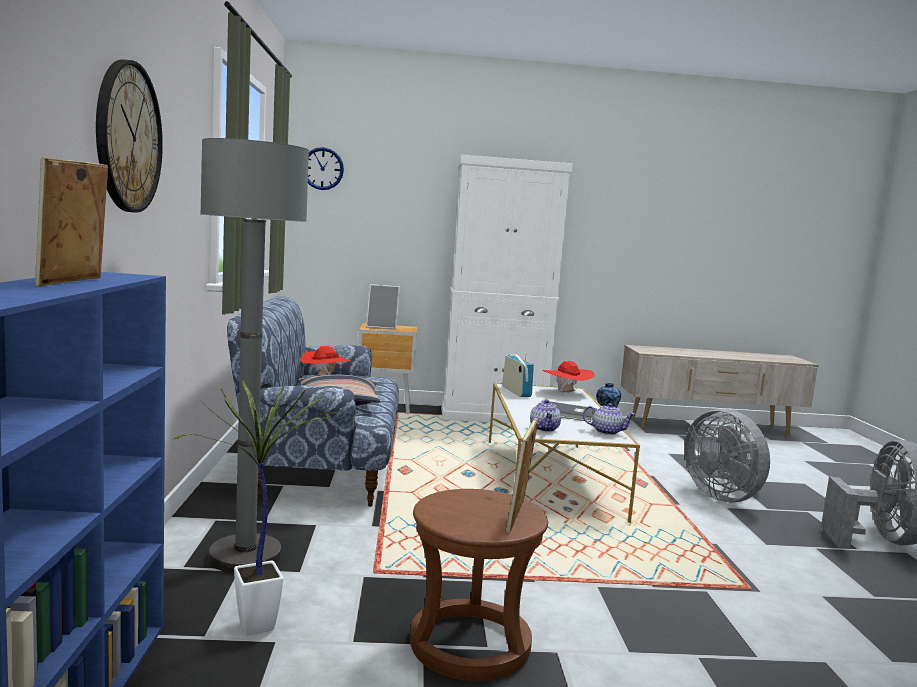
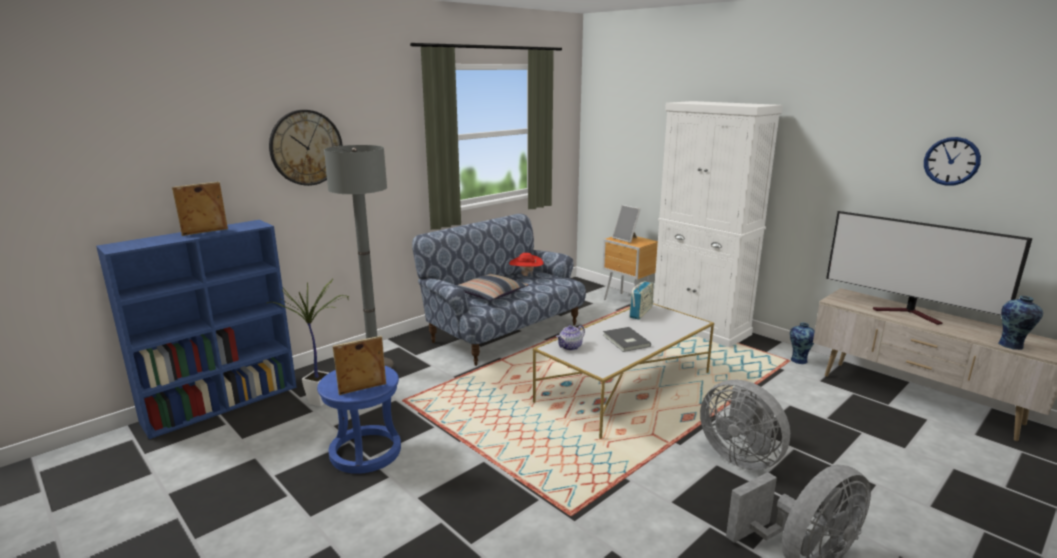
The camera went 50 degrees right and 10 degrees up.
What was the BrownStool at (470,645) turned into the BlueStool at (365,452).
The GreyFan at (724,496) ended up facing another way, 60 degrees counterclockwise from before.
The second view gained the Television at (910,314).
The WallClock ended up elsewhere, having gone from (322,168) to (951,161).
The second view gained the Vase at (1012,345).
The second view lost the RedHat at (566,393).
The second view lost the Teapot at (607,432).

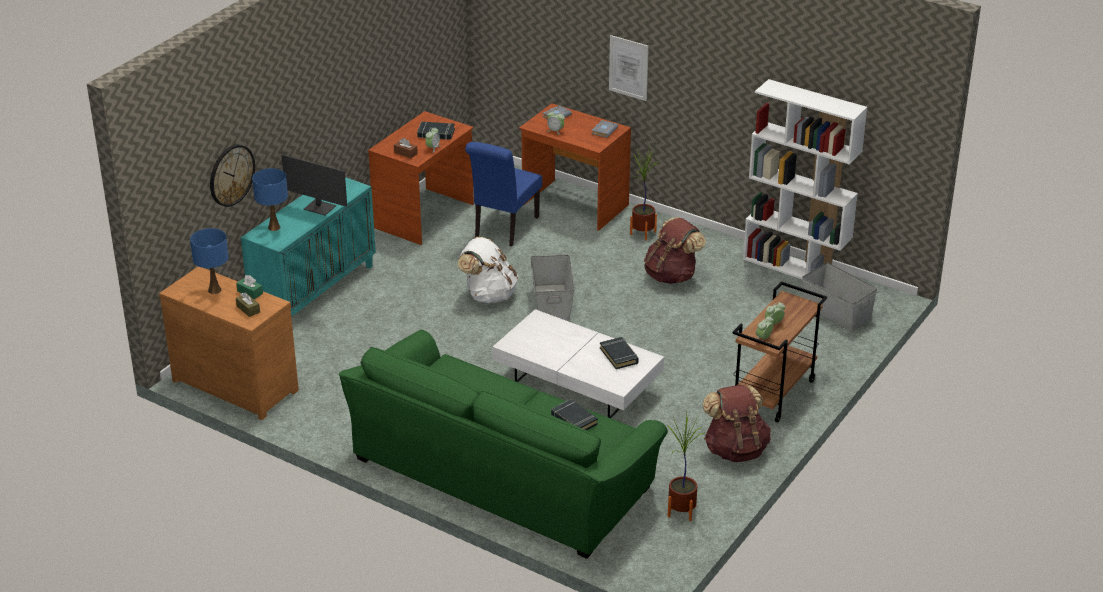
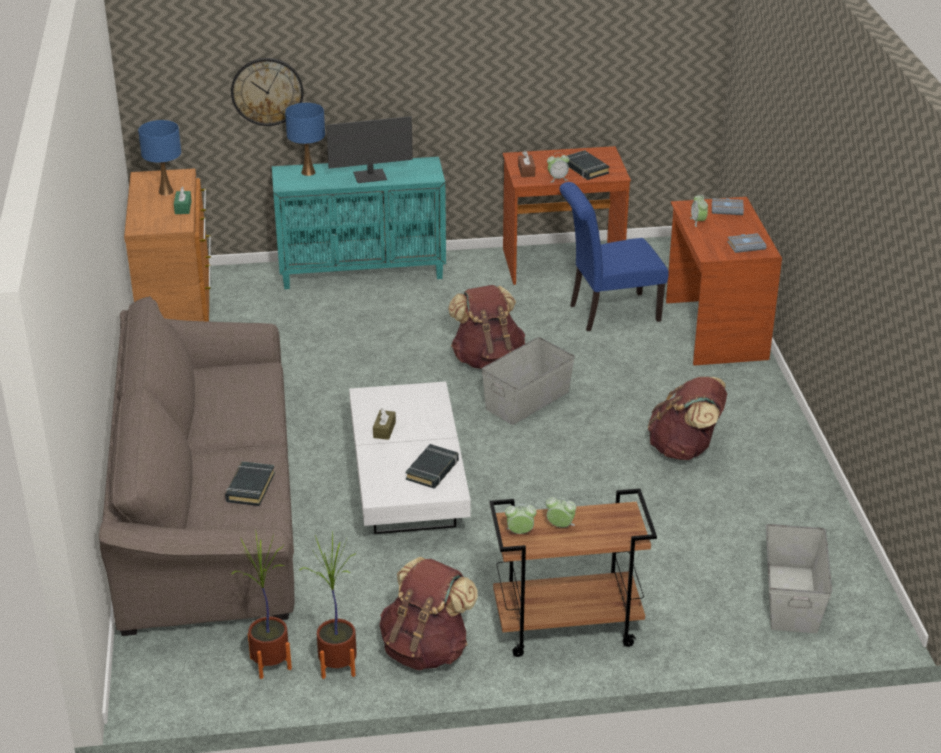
The camera went 50 degrees right and 0 degrees up.
What was the GreenSofa at (503,472) turned into the BrownSofa at (209,511).
The PottedPlant ended up elsewhere, having gone from (642,233) to (337,666).
The Monitor at (319,208) ended up facing another way, 90 degrees counterclockwise from before.
The BrownTissueBox ended up elsewhere, having gone from (248,309) to (384,430).
What was the WhiteBackpack at (488,295) turned into the BrownBackpack at (487,359).
The second view lost the Picture at (628,68).
The second view lost the WhiteBookcase at (796,268).

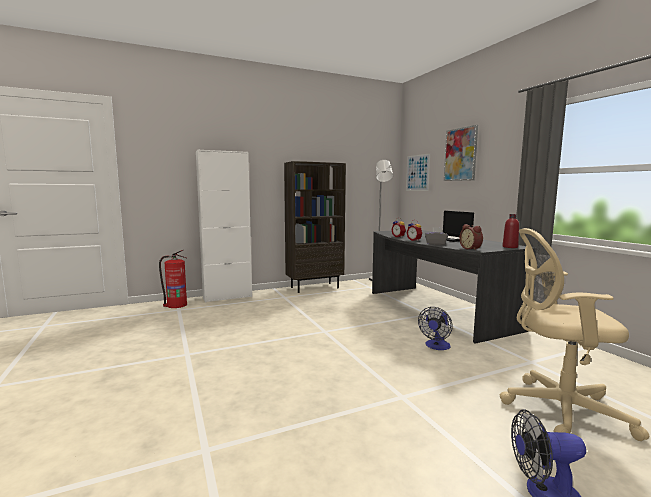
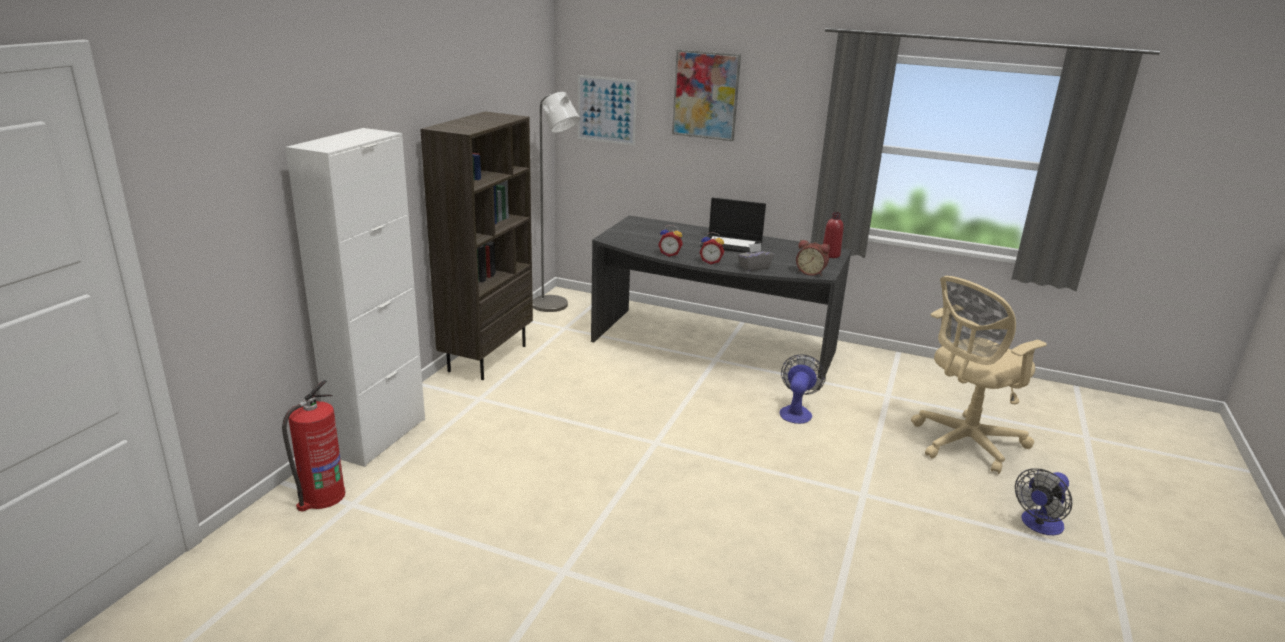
The camera went 45 degrees left and 15 degrees up.
The Fan at (436,346) ended up facing another way, 150 degrees counterclockwise from before.

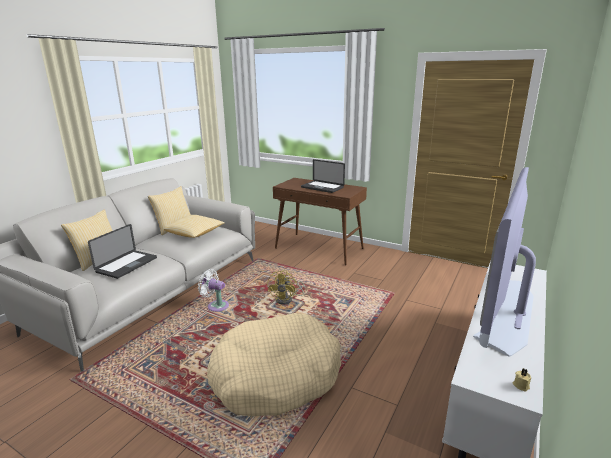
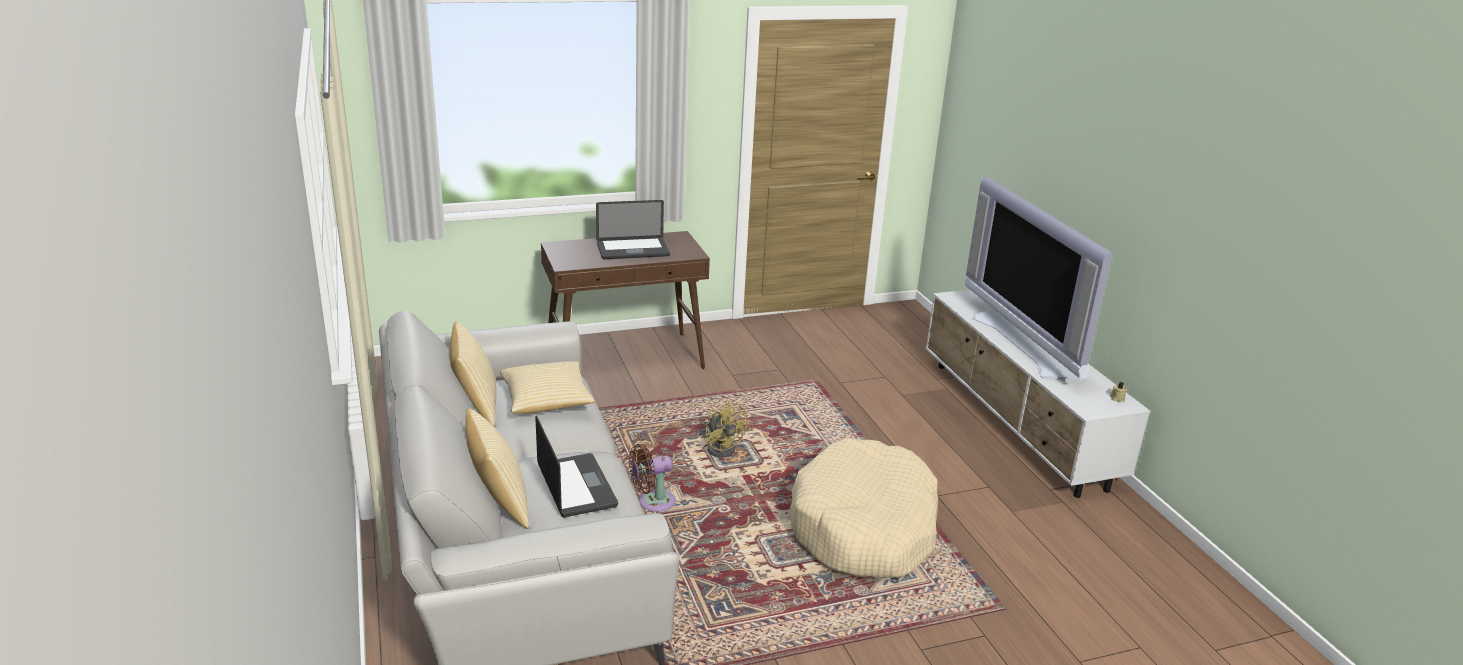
The camera went 50 degrees left and 5 degrees up.
What was the WhiteFan at (216,306) turned into the BrownFan at (652,502).

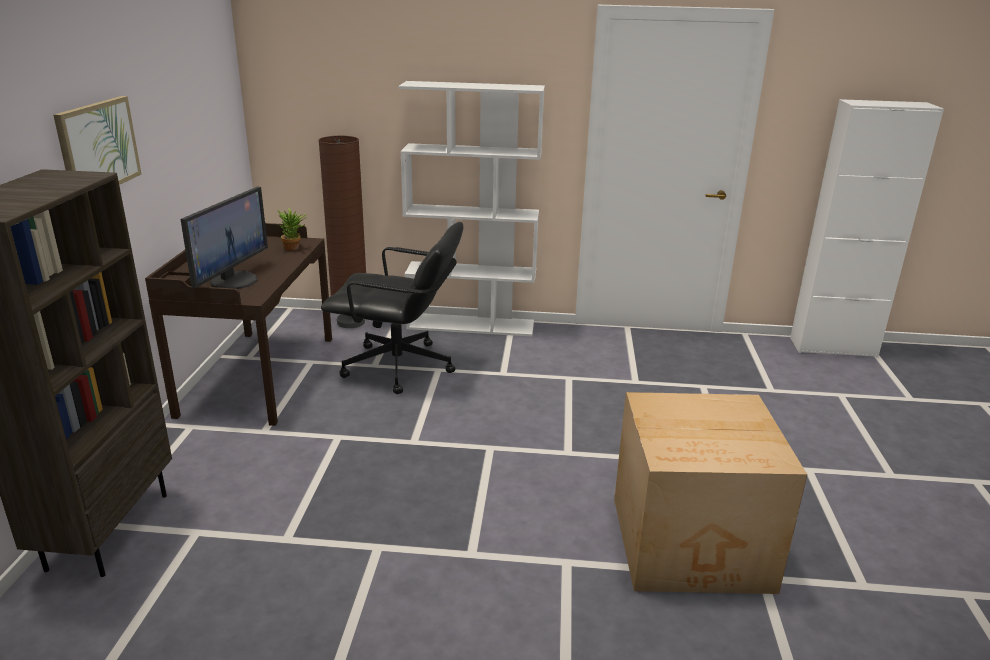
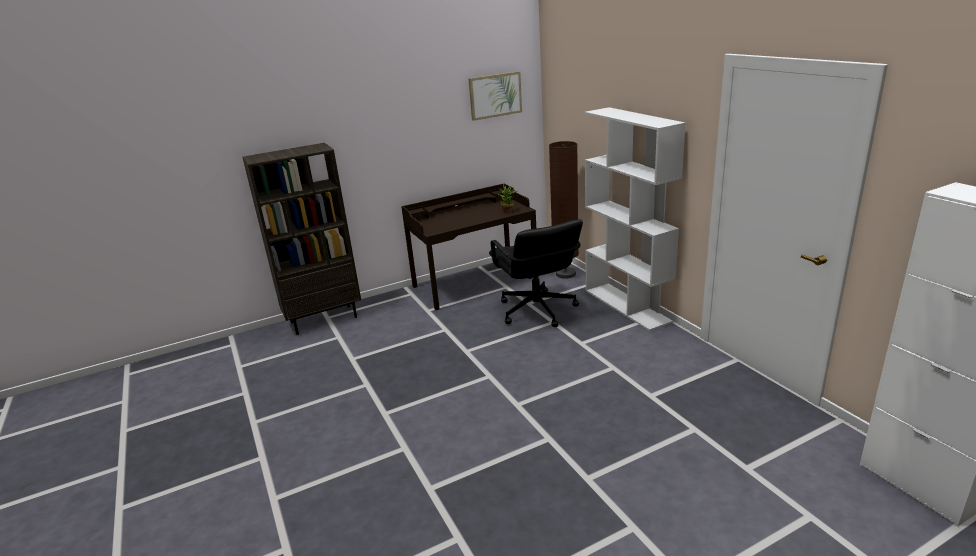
The camera went 60 degrees right and 0 degrees up.
The Picture ended up elsewhere, having gone from (98,147) to (495,95).
The second view lost the Monitor at (233,281).
The second view lost the CardboardBox at (692,544).

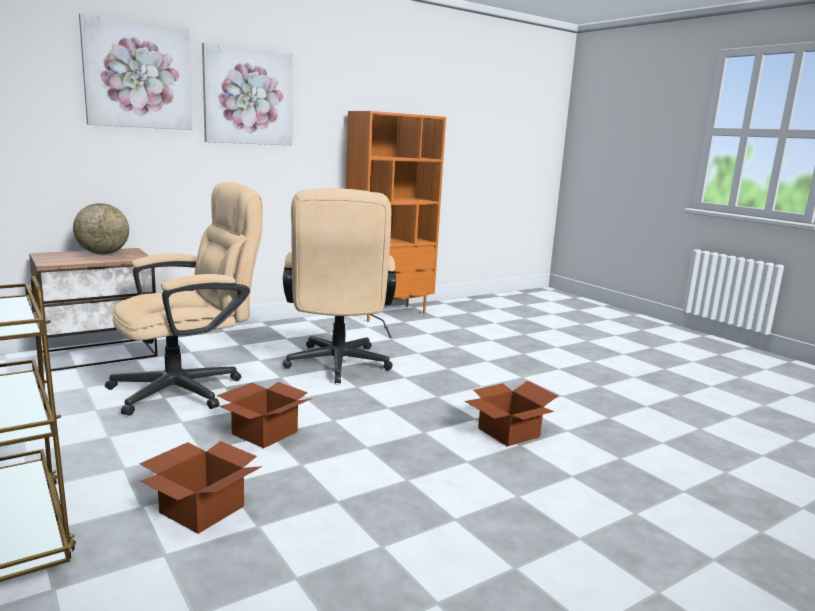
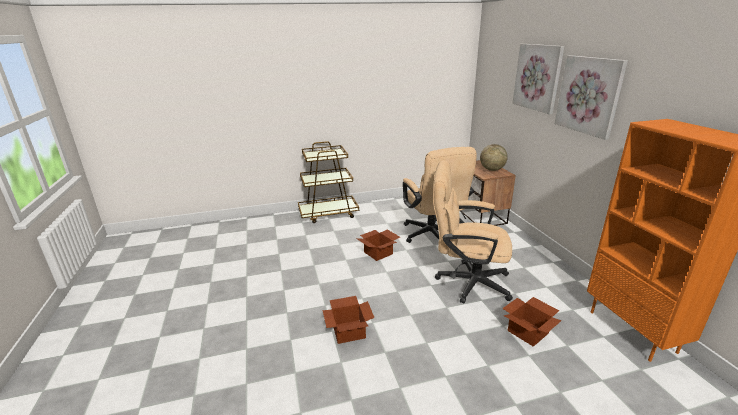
The camera went 110 degrees right and 10 degrees up.
The CardboardBox ended up elsewhere, having gone from (201,508) to (529,332).

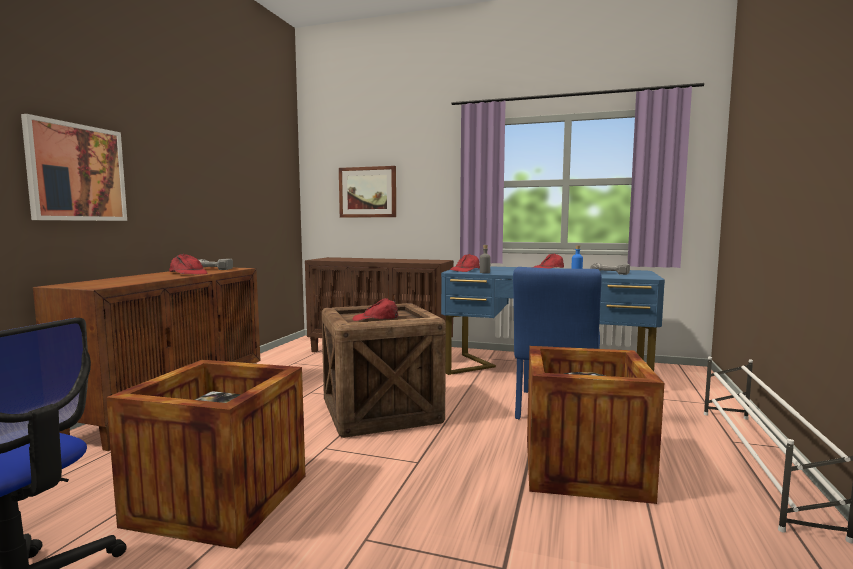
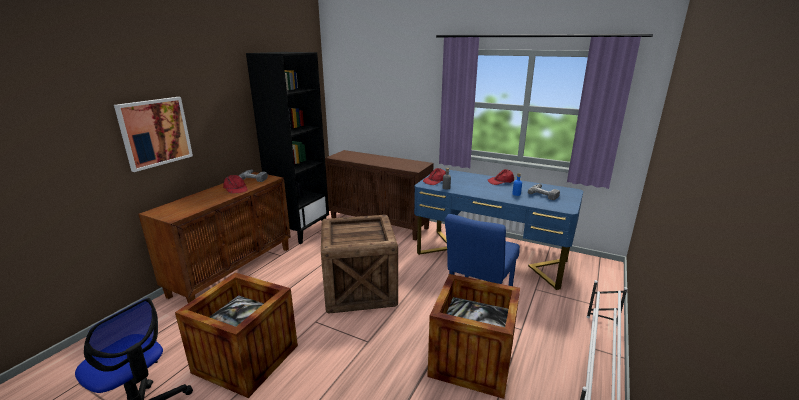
The camera went 10 degrees right and 15 degrees up.
The second view gained the BlackBookcase at (301,231).
The second view lost the Picture at (367,192).
The second view lost the RedCap at (375,318).

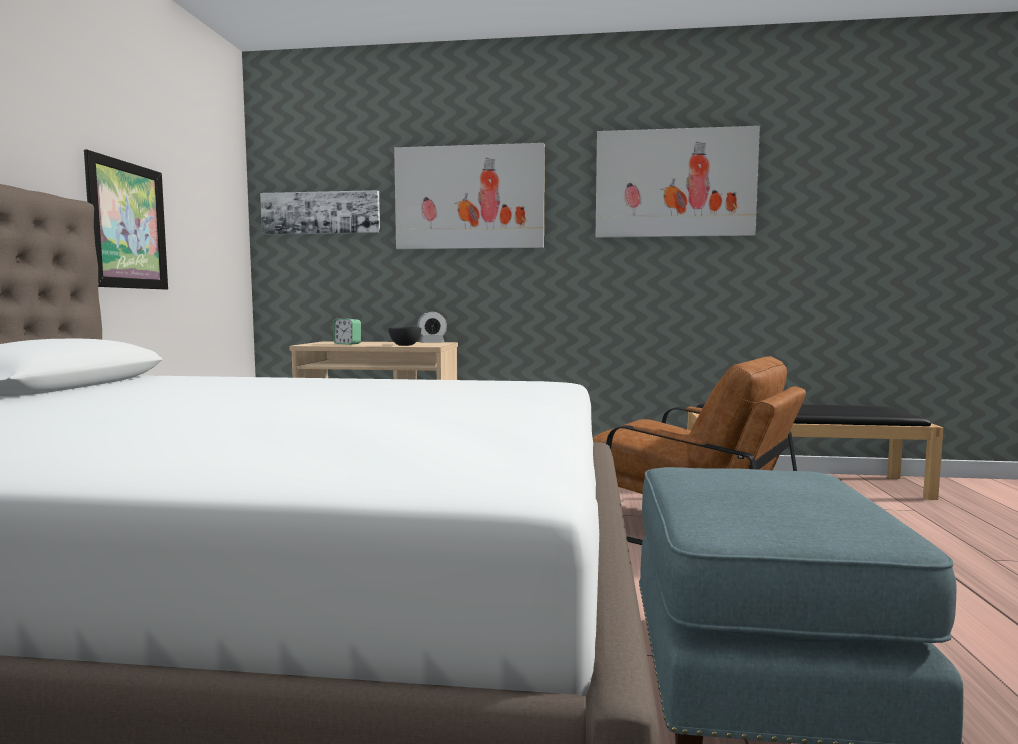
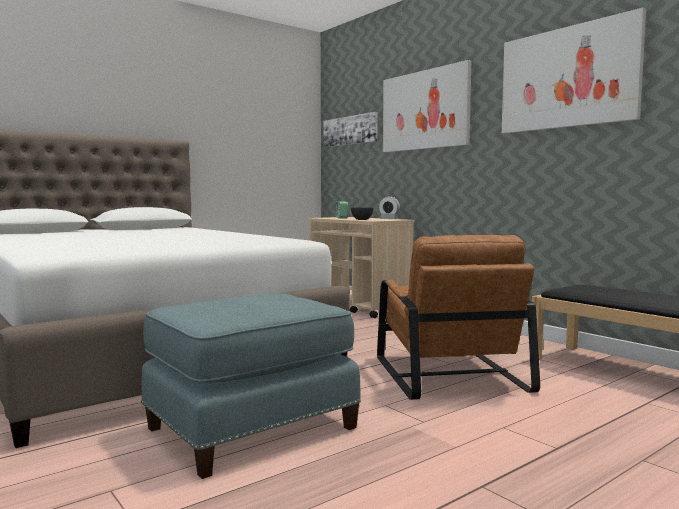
The camera went 45 degrees right and 0 degrees up.
The second view lost the Picture at (127,225).

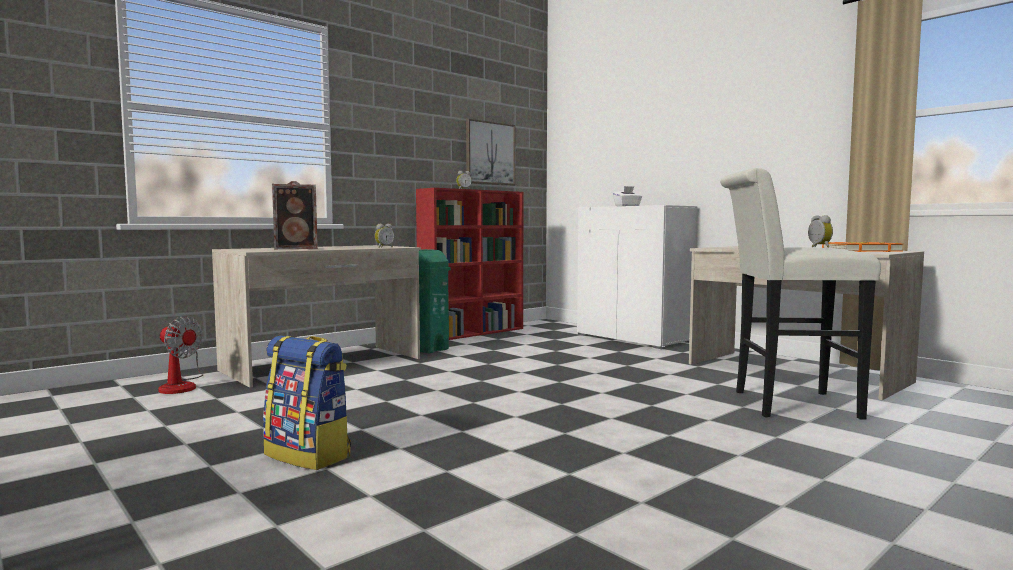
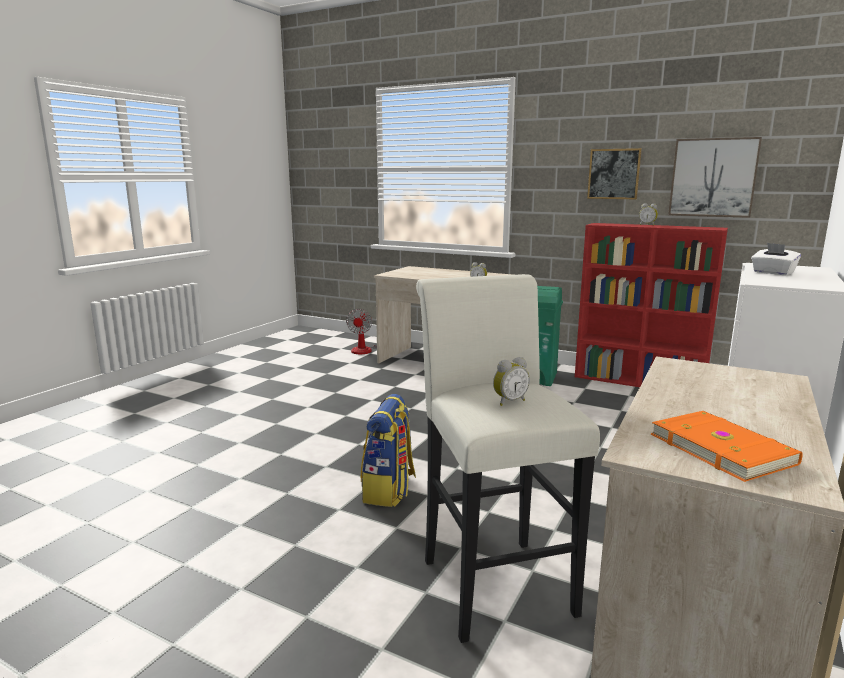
The camera went 70 degrees right and 10 degrees up.
The Backpack ended up elsewhere, having gone from (309,455) to (389,490).
The second view gained the Picture at (614,174).
The second view lost the Speaker at (297,248).

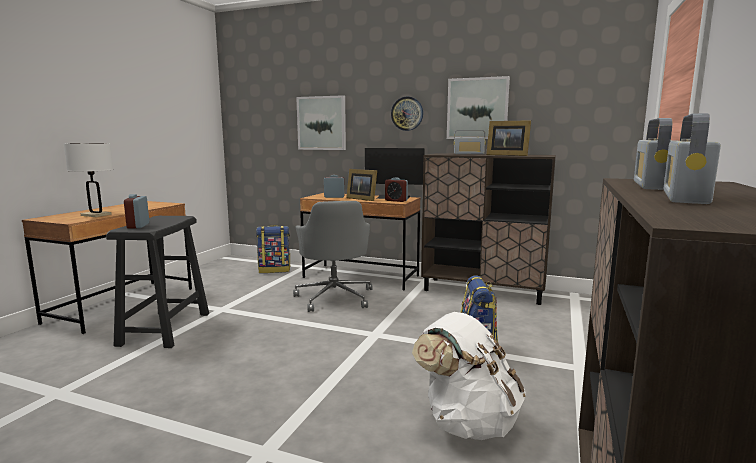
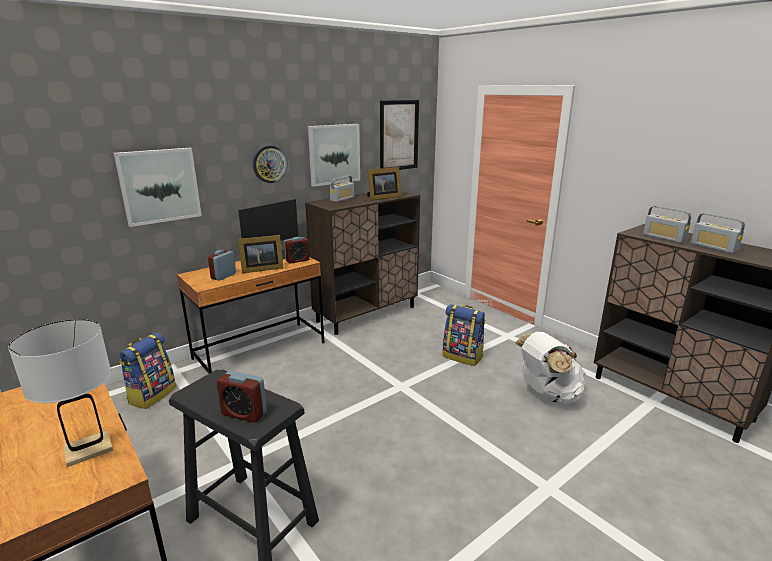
The camera went 60 degrees left and 10 degrees up.
The second view gained the Picture at (399,135).
The second view lost the GreyOfficeChair at (335,297).

